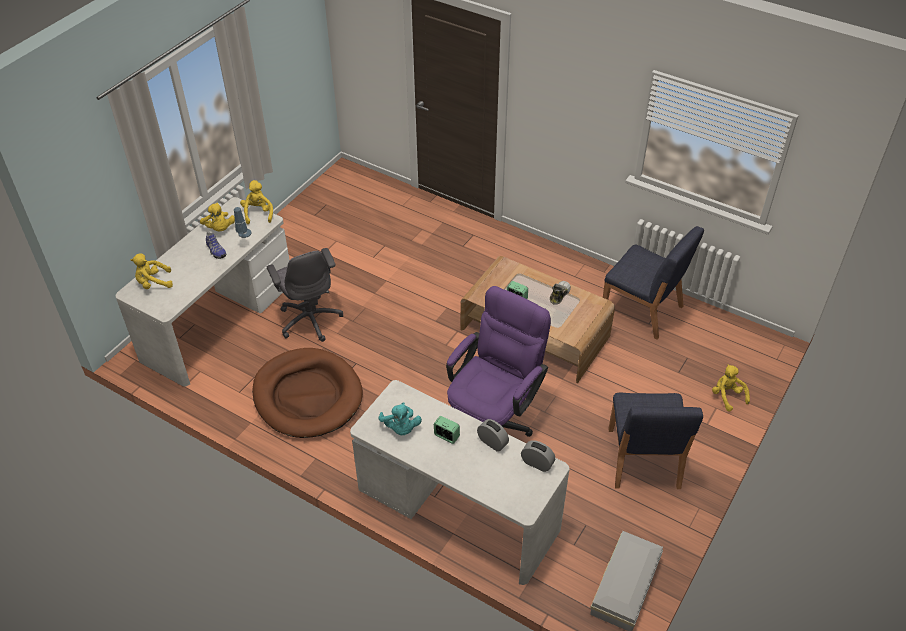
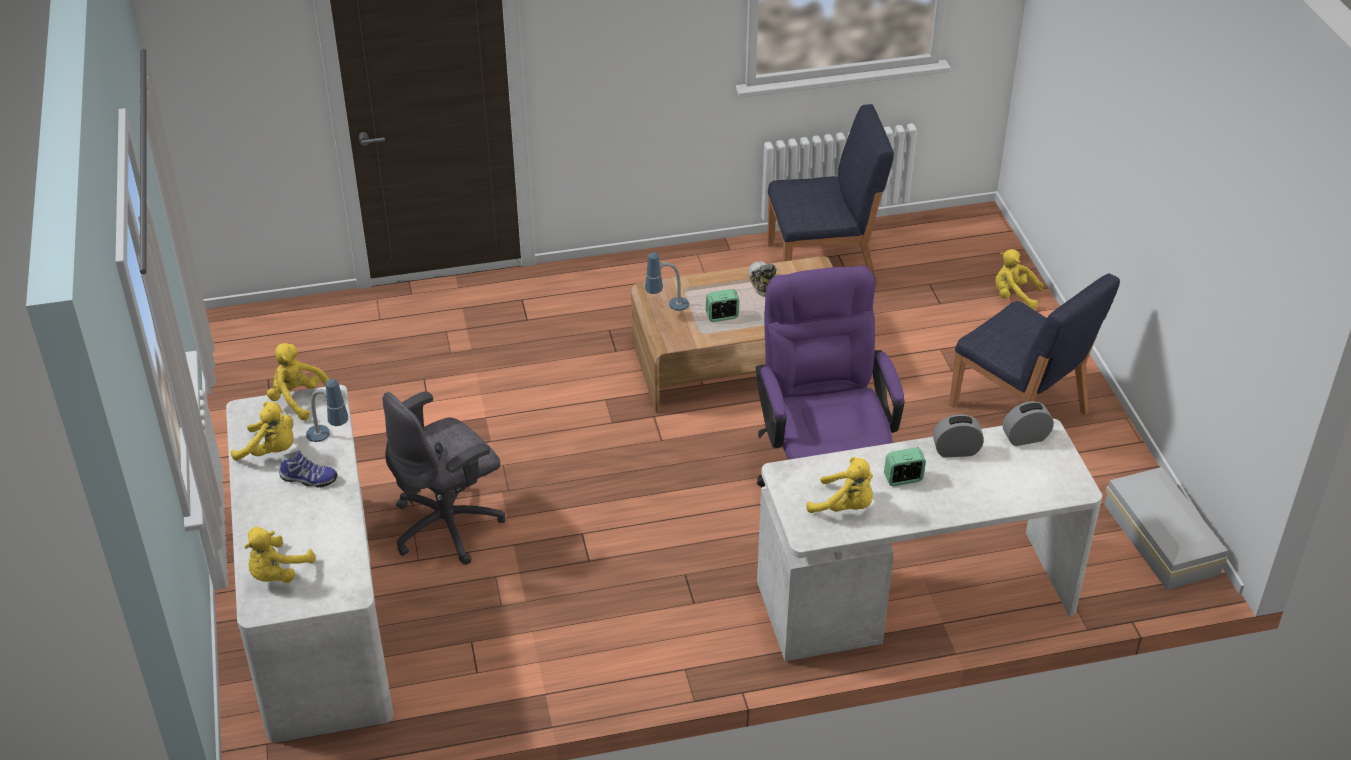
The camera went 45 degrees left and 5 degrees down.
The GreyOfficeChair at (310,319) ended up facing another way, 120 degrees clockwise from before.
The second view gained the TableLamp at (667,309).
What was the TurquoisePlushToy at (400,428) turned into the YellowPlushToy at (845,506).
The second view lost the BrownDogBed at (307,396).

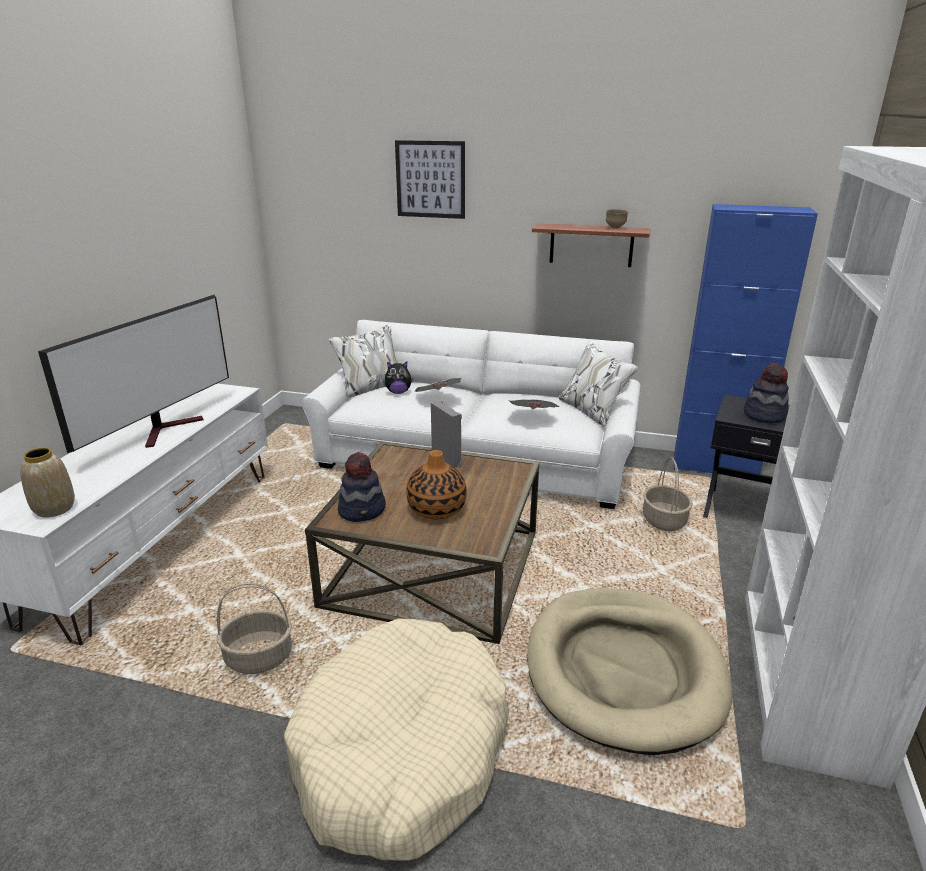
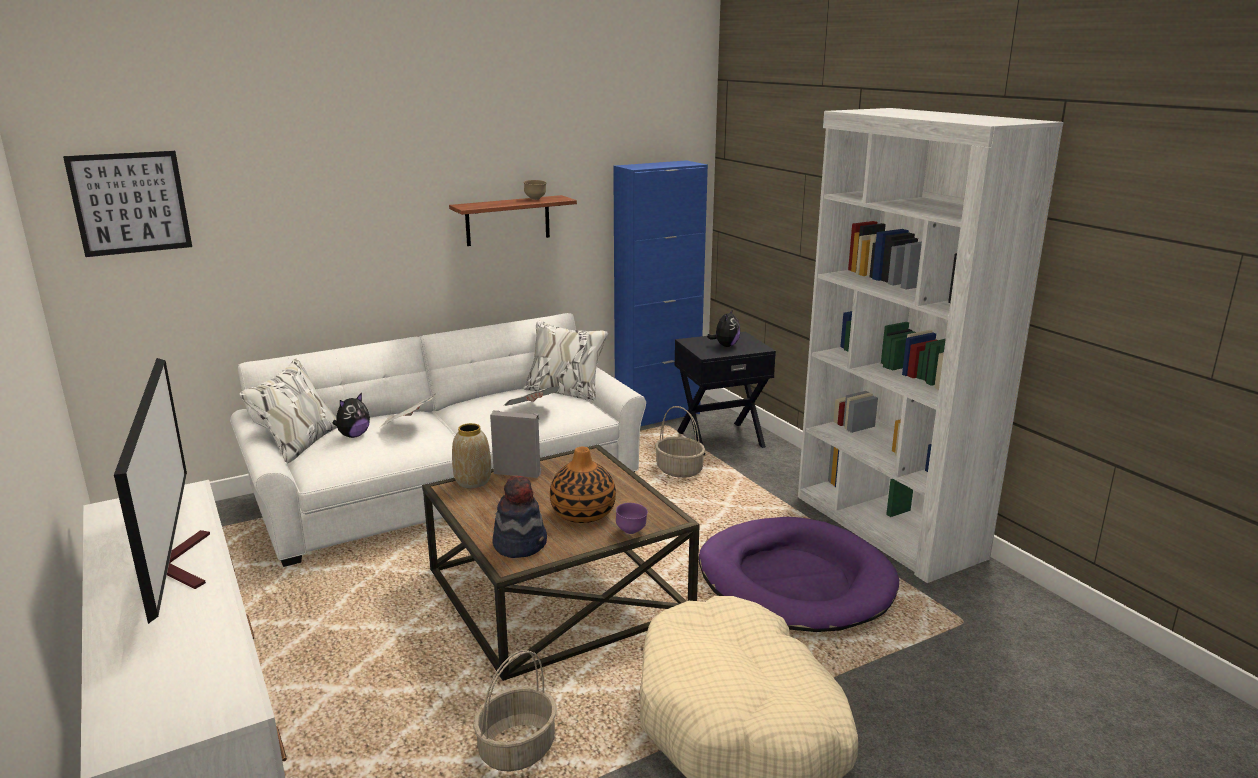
The camera went 45 degrees left and 5 degrees down.
The Picture ended up elsewhere, having gone from (430,179) to (130,203).
The Vase ended up elsewhere, having gone from (55,508) to (472,481).
The second view gained the PurpleBowl at (631,531).
What was the BeigeDogBed at (623,670) turned into the PurpleDogBed at (795,581).
Where the Hat stood at (764,415), the PlushToy came to stand at (725,346).

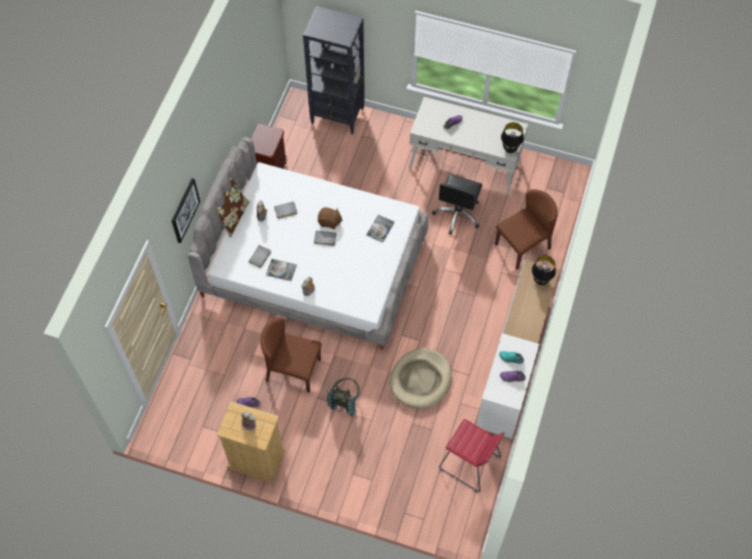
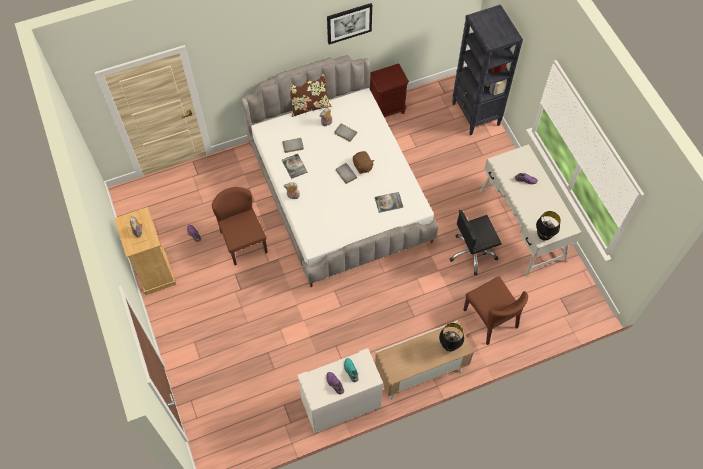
The camera went 50 degrees right and 0 degrees up.
The Picture ended up elsewhere, having gone from (184,210) to (349,23).
The BrownChair at (523,246) ended up facing another way, 45 degrees clockwise from before.
The second view lost the GreyBackpack at (345,400).
The second view lost the BeigeDogBed at (420,379).
The second view lost the RedStool at (469,463).

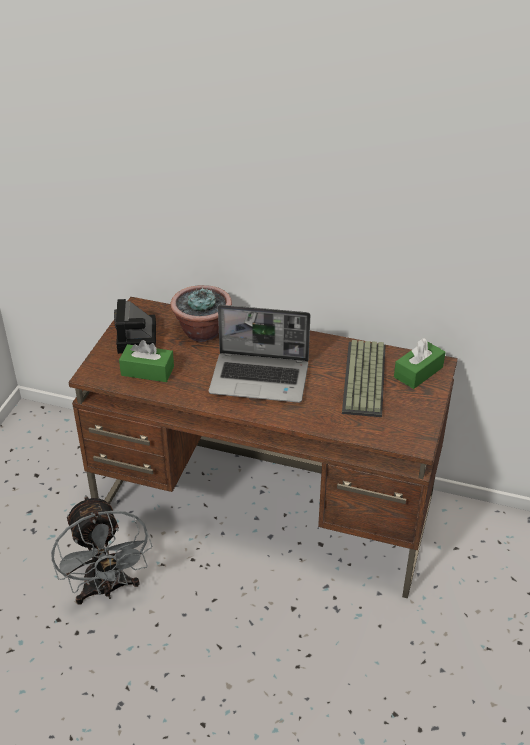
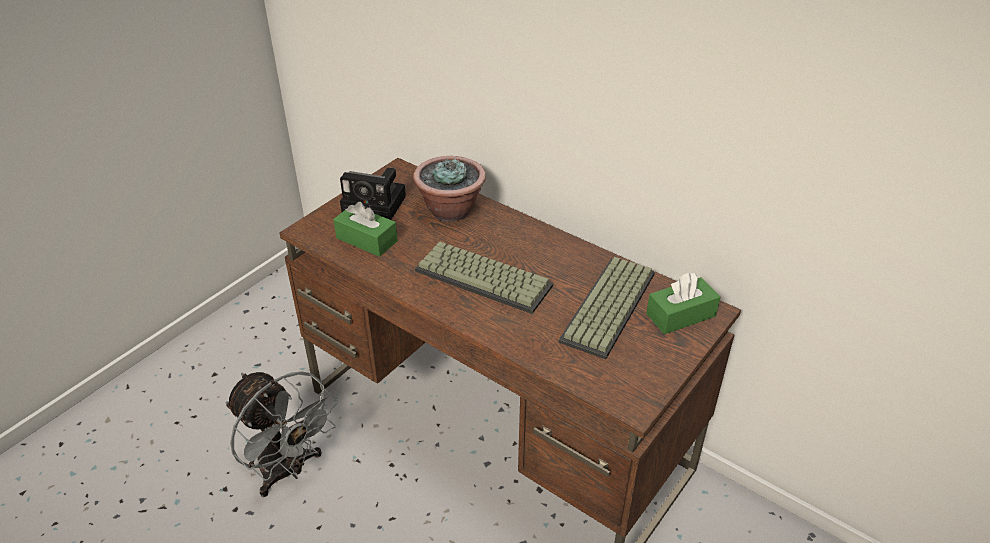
The camera went 20 degrees right and 0 degrees up.
The GreyFan at (107,589) ended up facing another way, 45 degrees counterclockwise from before.
The PhotoCamera at (137,340) ended up facing another way, 90 degrees counterclockwise from before.
Where the Laptop stood at (261,378), the Keyboard came to stand at (485,277).

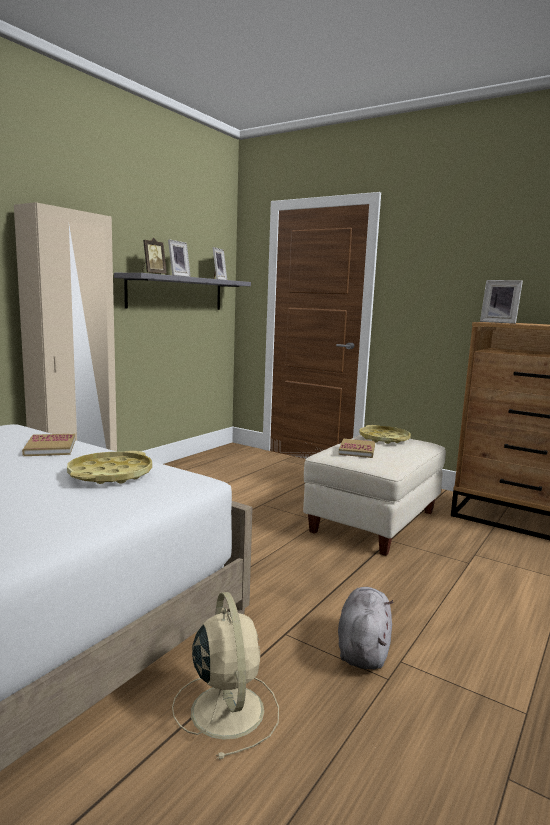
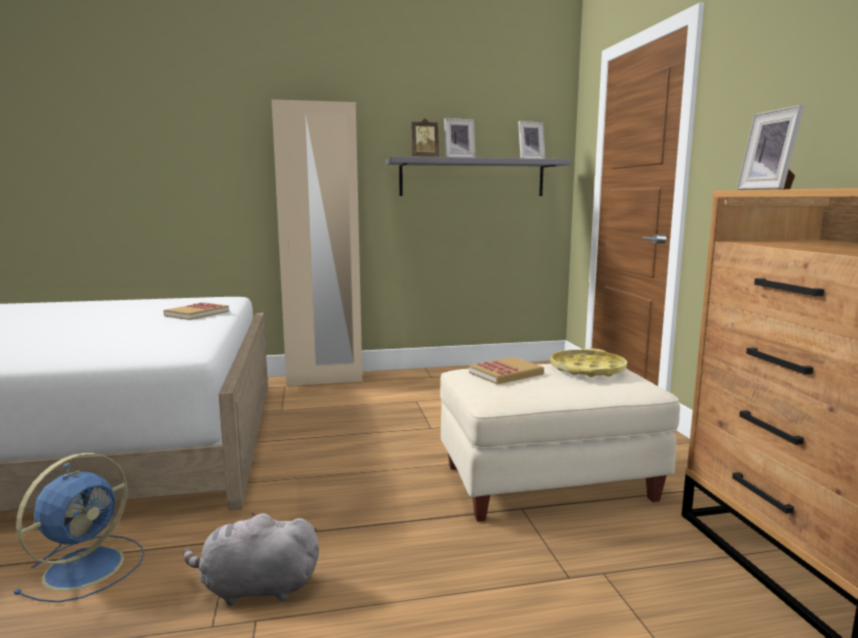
The camera went 45 degrees right and 0 degrees up.
What was the BeigeFan at (226,708) turned into the BlueFan at (87,566).
The GreyPlushToy at (363,648) ended up facing another way, 150 degrees counterclockwise from before.
The second view lost the YellowTray at (110,475).

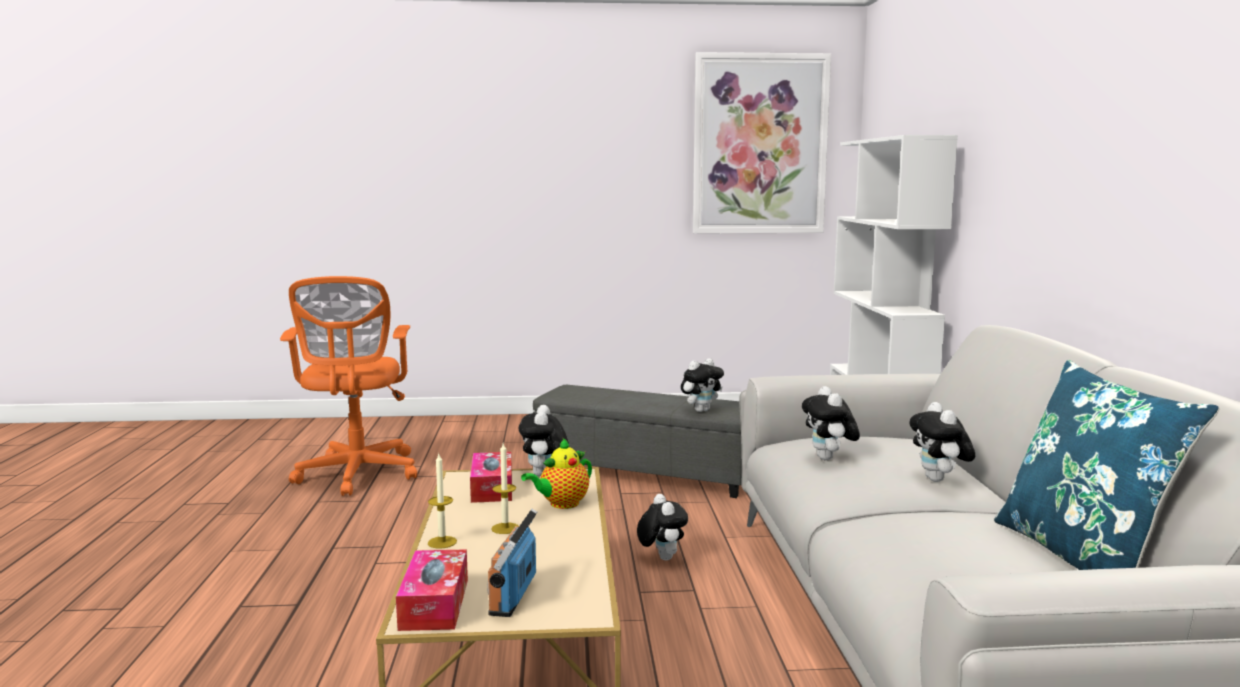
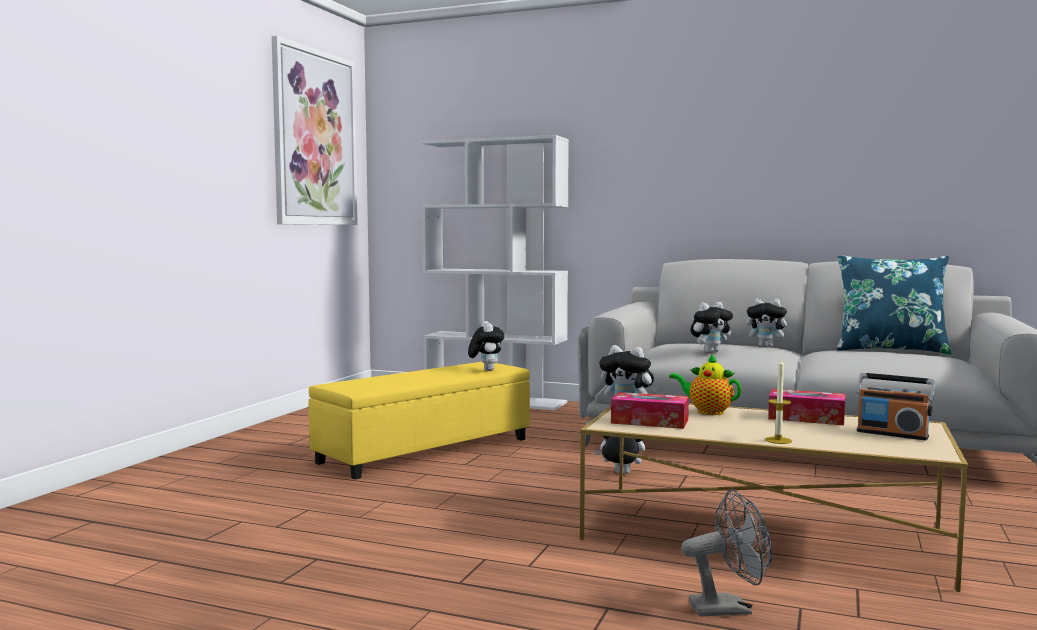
The camera went 65 degrees left and 5 degrees down.
What was the GreyOttoman at (646,472) turned into the YellowOttoman at (425,450).
The Teapot at (561,504) ended up facing another way, 135 degrees clockwise from before.
The second view gained the GreyFan at (729,608).
The PlushToy at (829,459) ended up facing another way, 45 degrees counterclockwise from before.
The TissueBox ended up elsewhere, having gone from (434,604) to (806,418).
The second view lost the OrangeOfficeChair at (357,475).
The second view lost the Candle at (505,528).

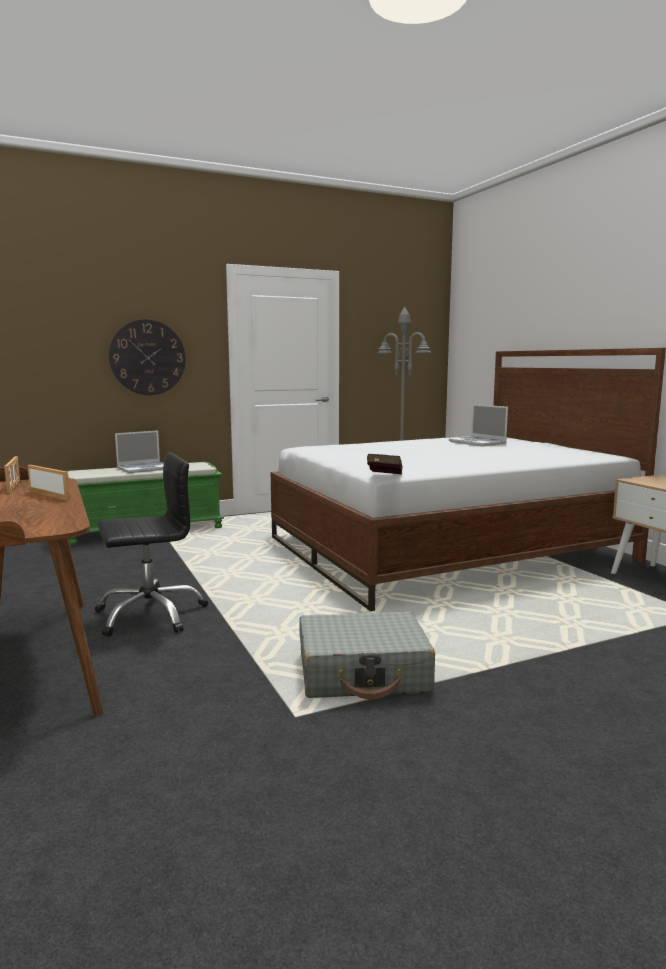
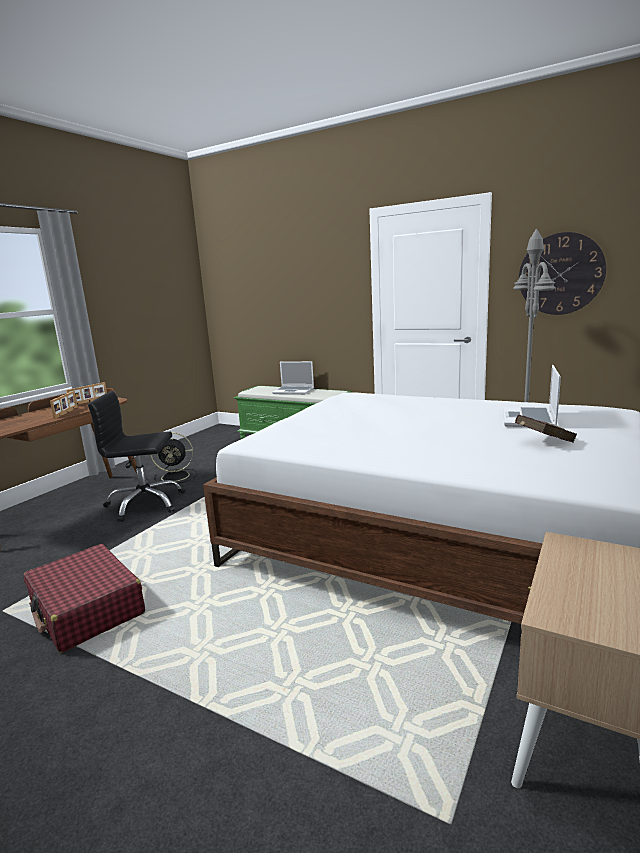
The camera went 55 degrees right and 5 degrees up.
What was the GreySuitcase at (363,673) turned into the RedSuitcase at (87,609).
The BlackOfficeChair at (150,614) ended up facing another way, 150 degrees clockwise from before.
The second view gained the BlackFan at (177,476).
The RedBook ended up elsewhere, having gone from (384,477) to (542,442).
The WallClock ended up elsewhere, having gone from (147,357) to (560,274).

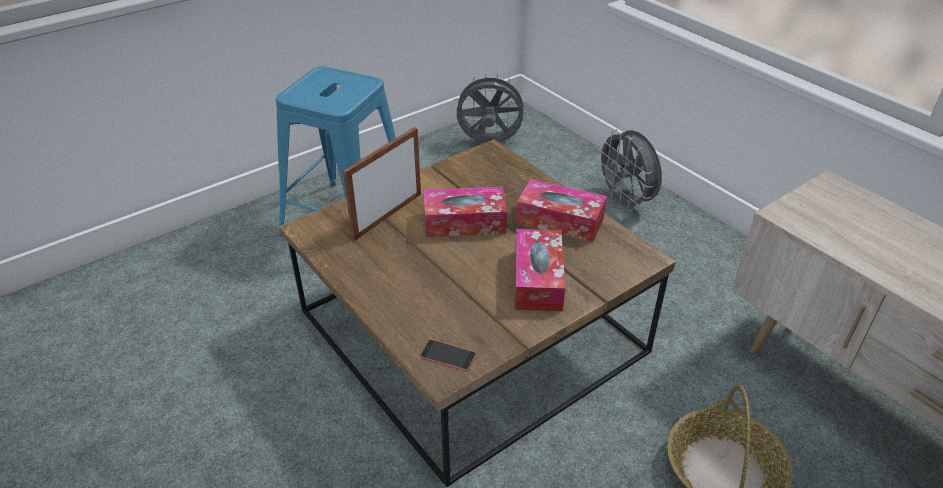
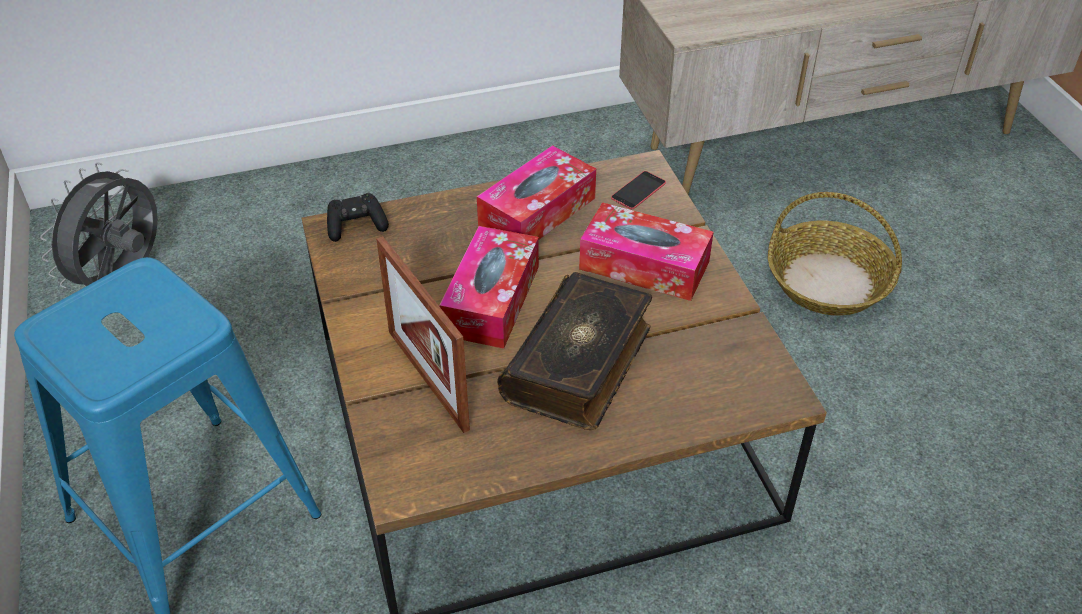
The camera went 70 degrees left and 5 degrees up.
The second view gained the BlackGameController at (356,226).
The second view gained the Book at (580,363).
The Phone ended up elsewhere, having gone from (448,355) to (638,190).
The second view lost the GreyFan at (625,202).

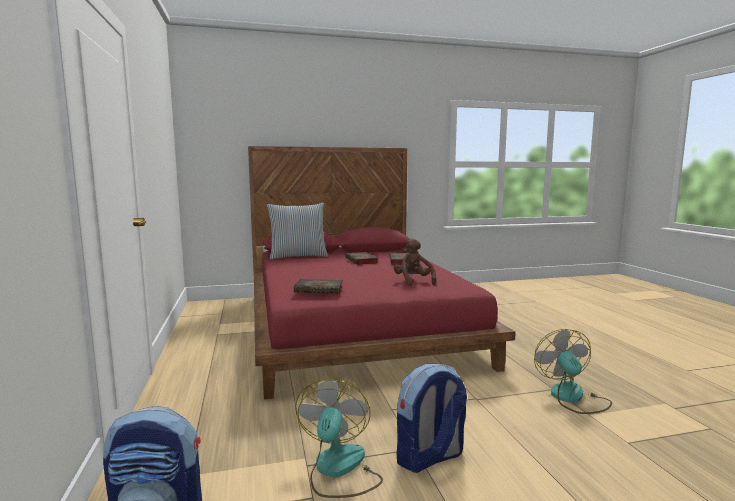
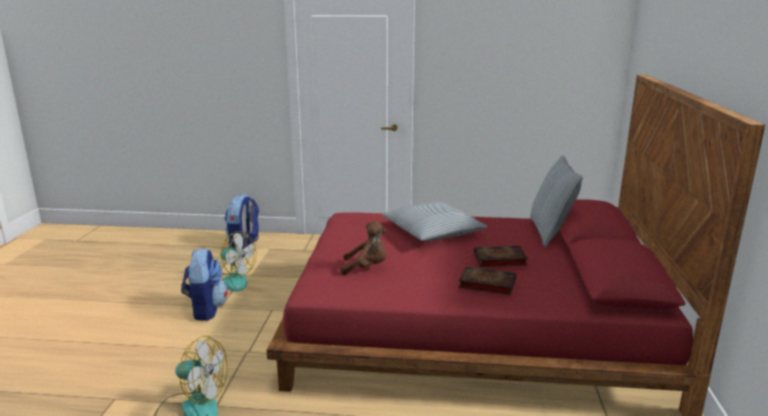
The camera went 110 degrees right and 10 degrees up.
The second view gained the Pillow at (432,231).
The second view lost the Book at (320,289).

